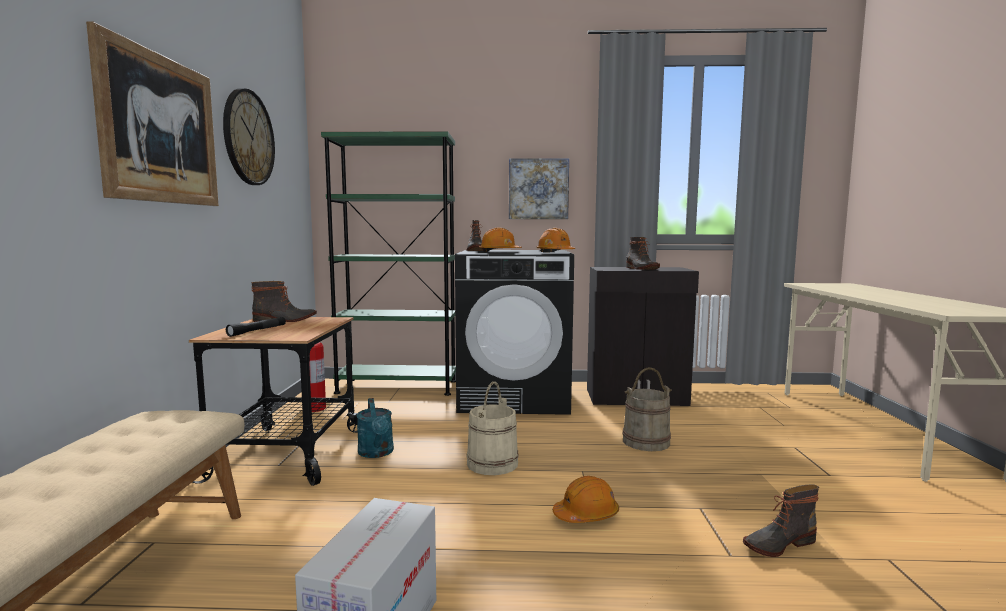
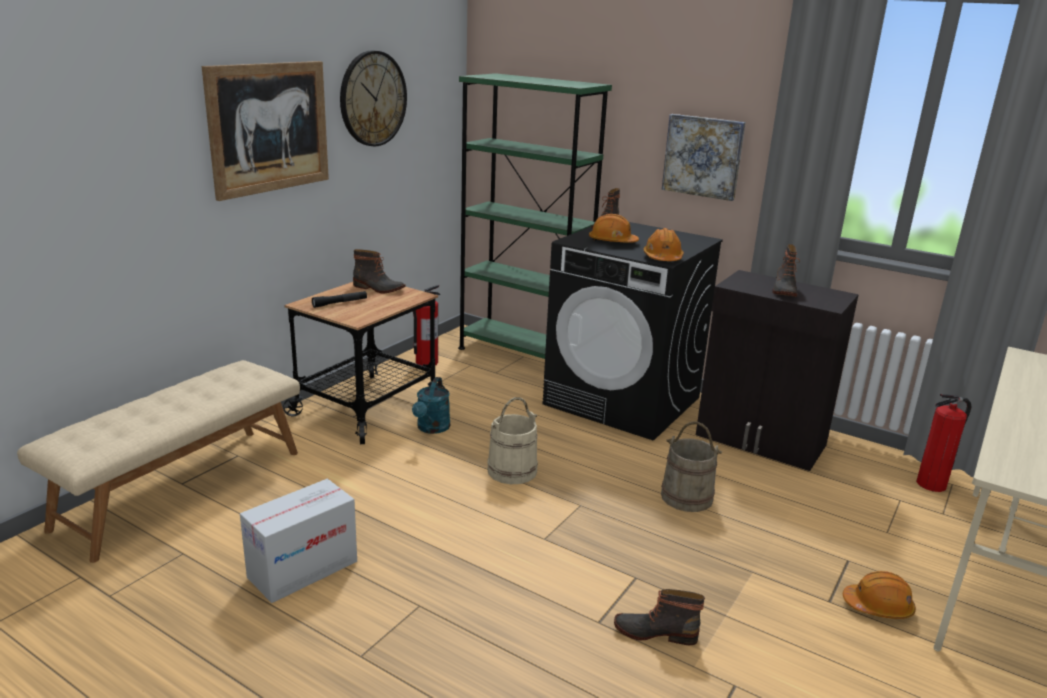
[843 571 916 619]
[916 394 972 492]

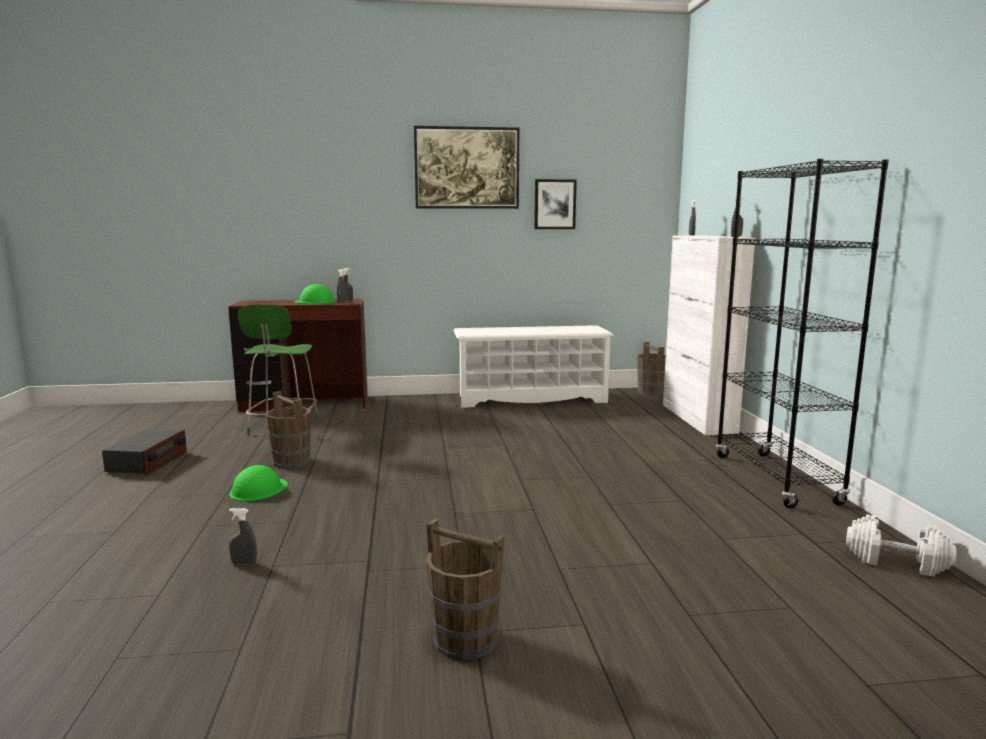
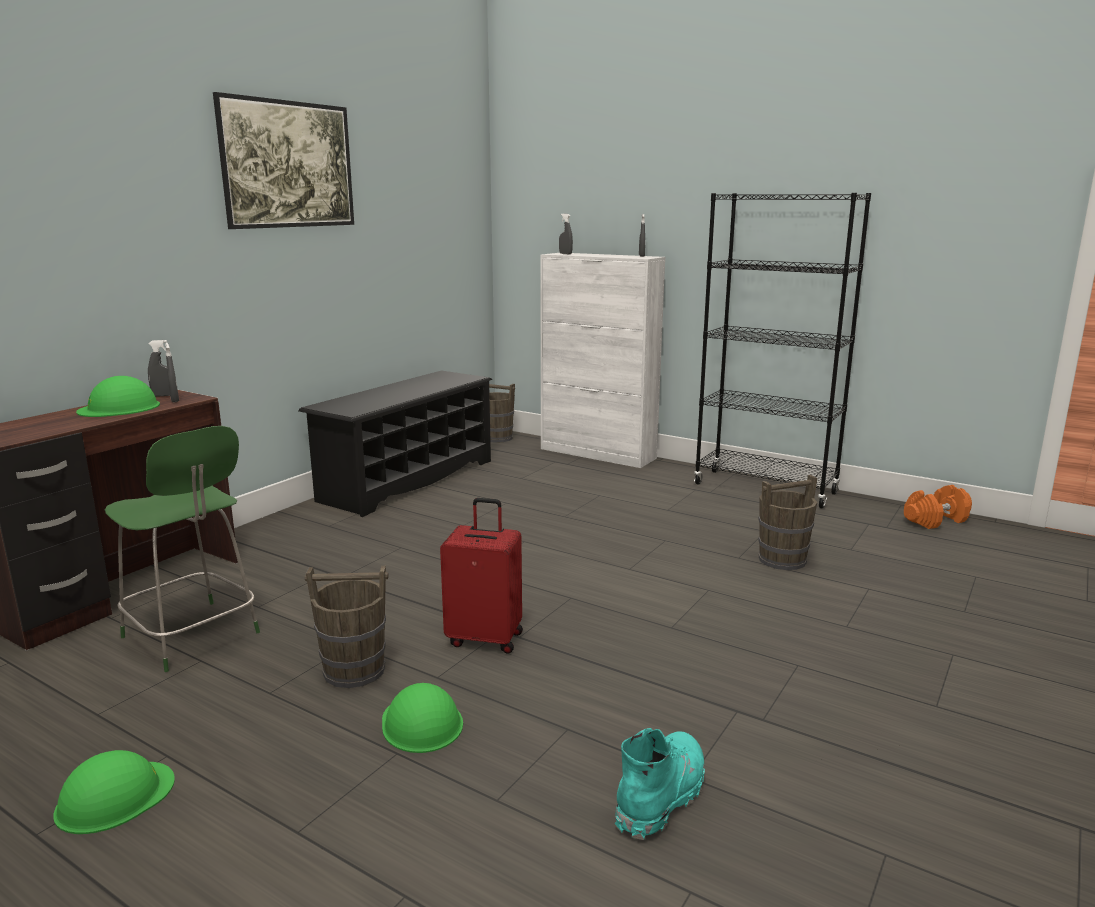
[534 179 577 229] (first image)
[299 371 492 517]
[53 750 175 834]
[614 728 705 840]
[904 485 972 529]
[759 475 817 570]
[440 498 523 654]

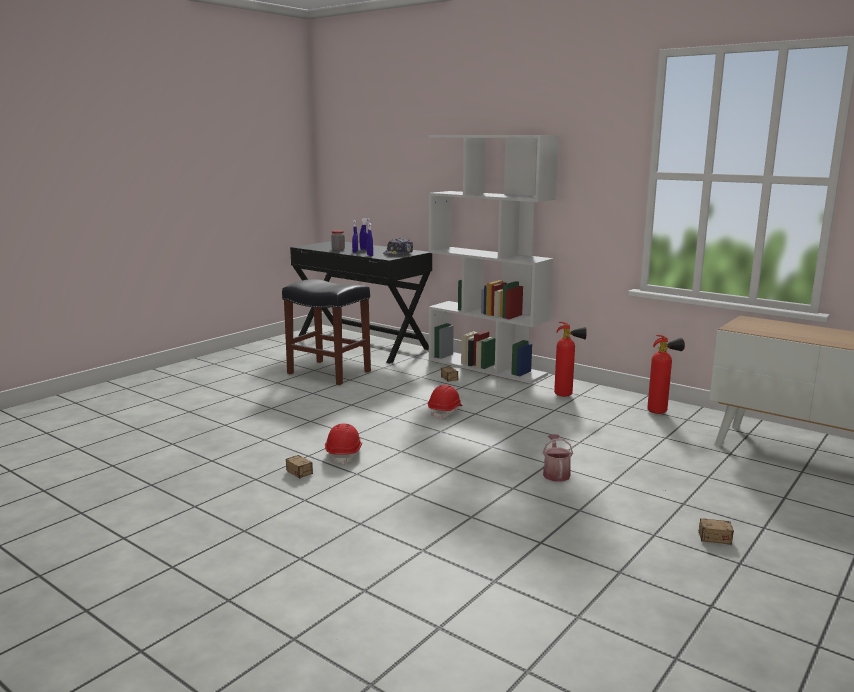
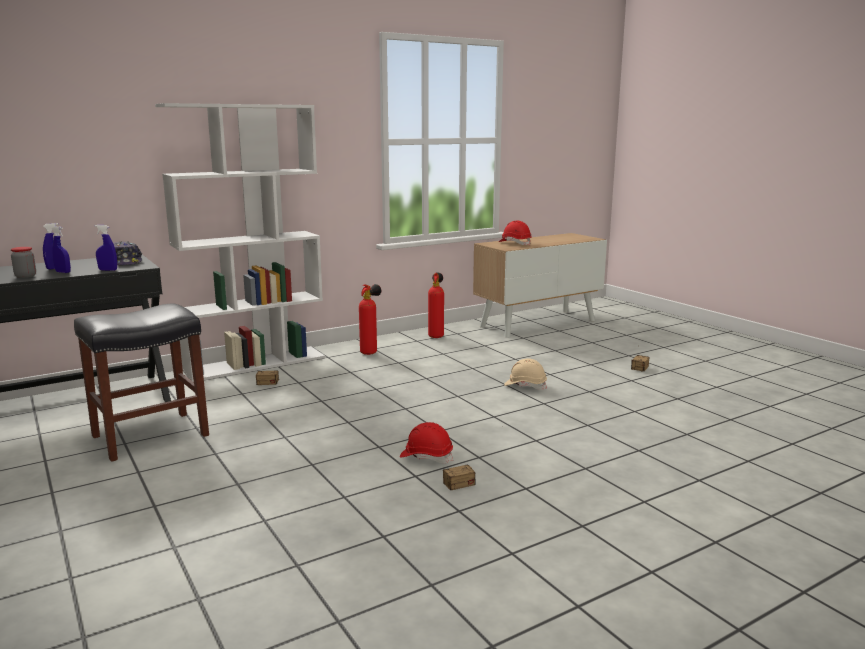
[499 221 532 245]
[504 358 547 390]

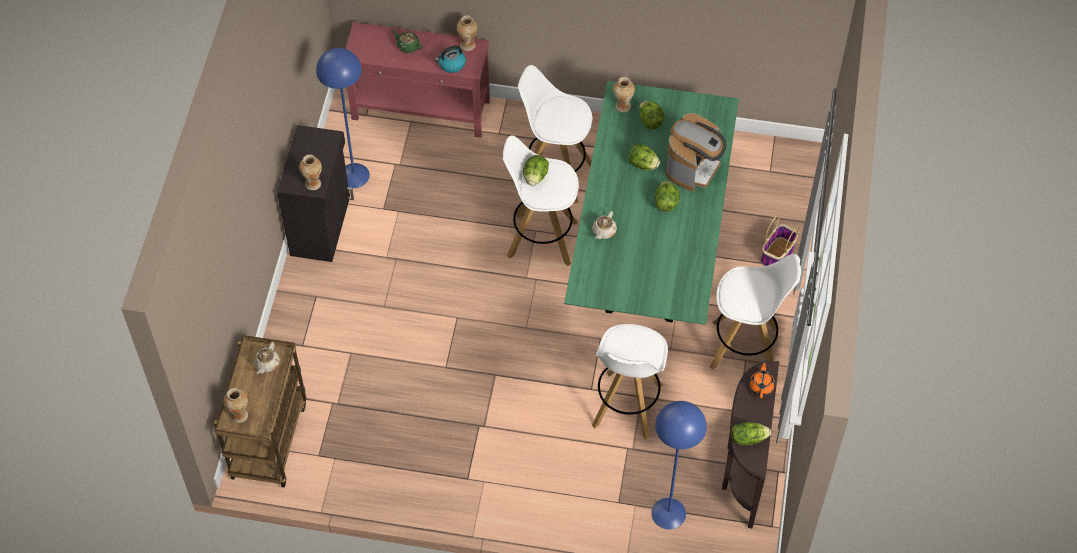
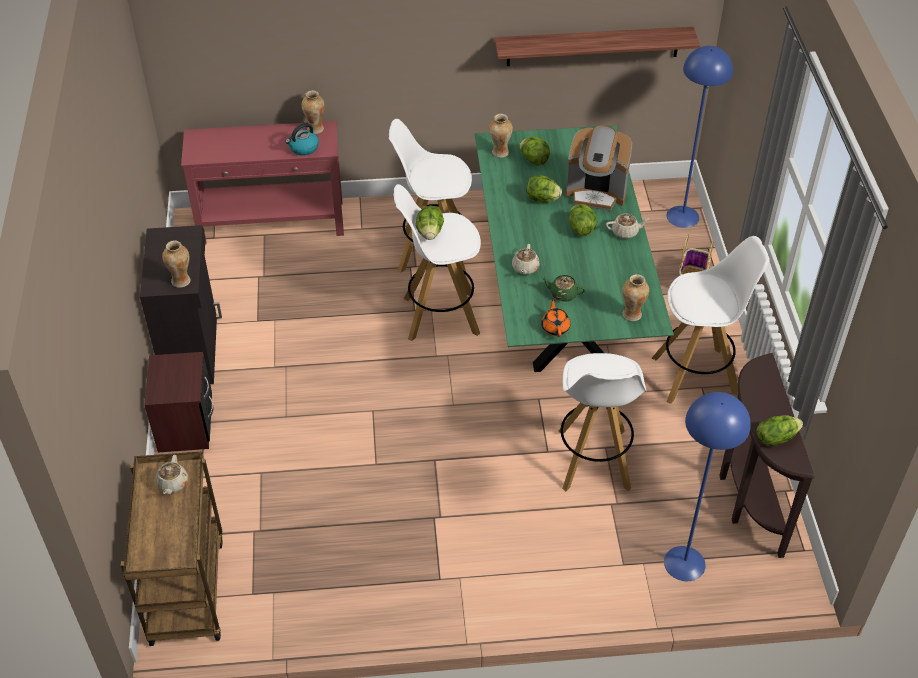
[541 275 586 302]
[666 46 733 228]
[566 125 632 211]
[541 298 570 337]
[622 274 649 321]
[494 27 700 66]
[606 214 649 239]
[144 352 213 452]

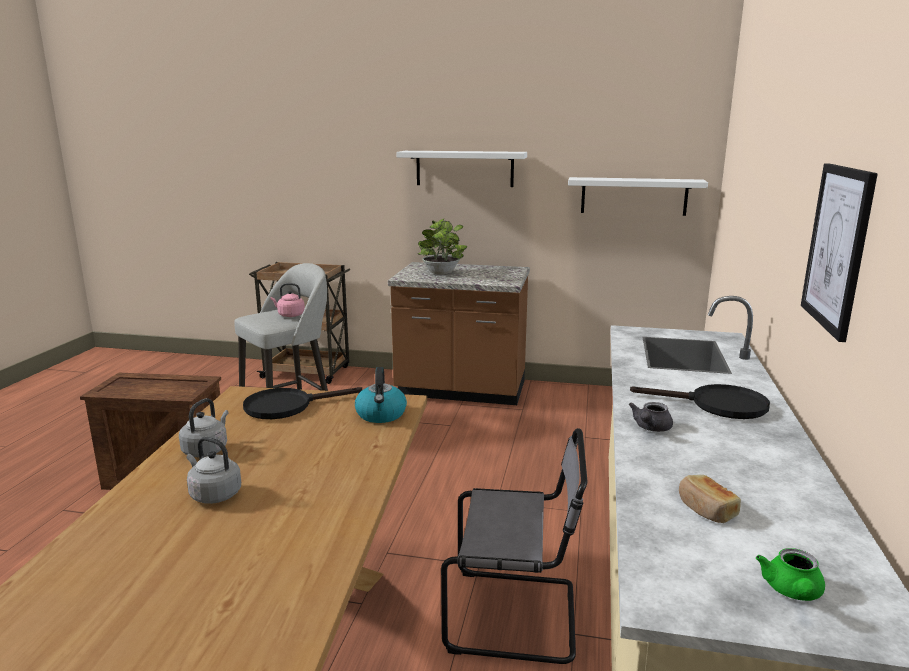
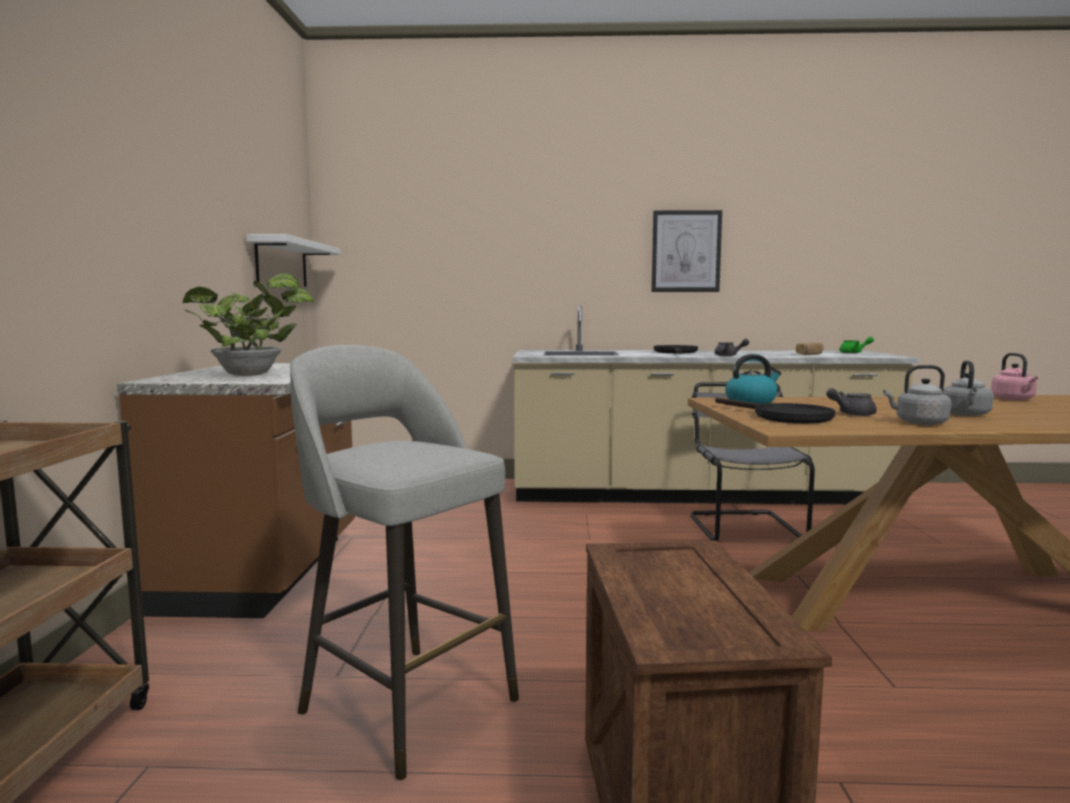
[396 151 527 187] (first image)
[991 353 1038 400]
[826 388 877 416]

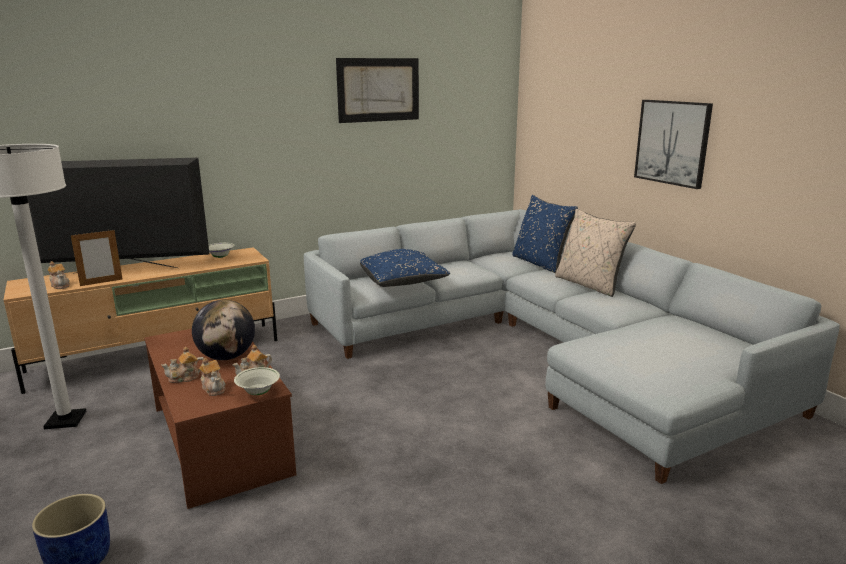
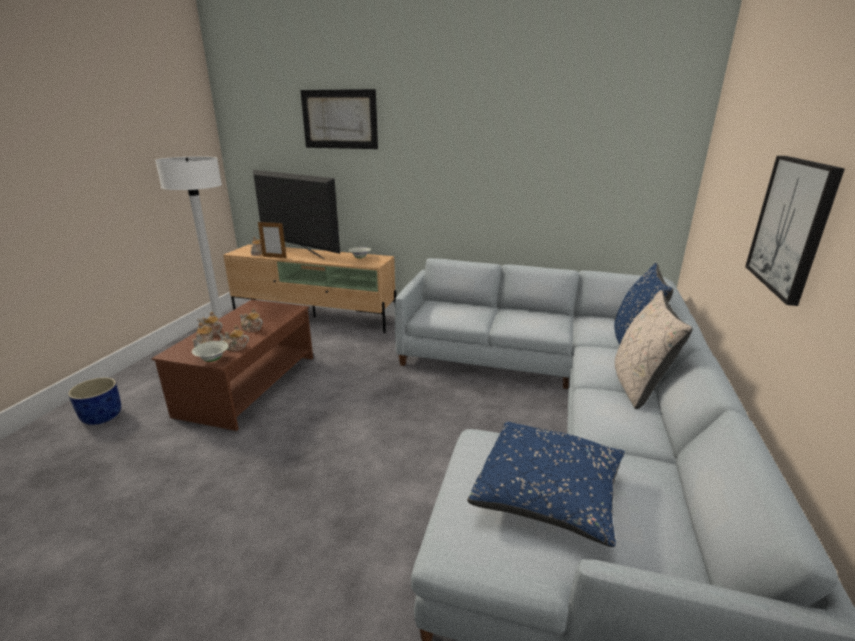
[300 89 378 149]
[467 422 625 547]
[239 308 263 332]

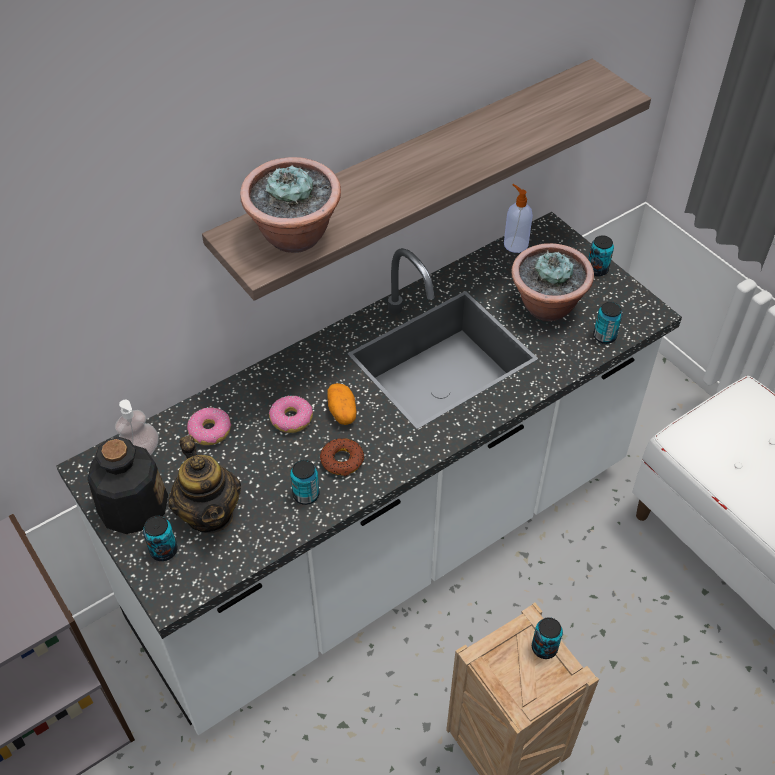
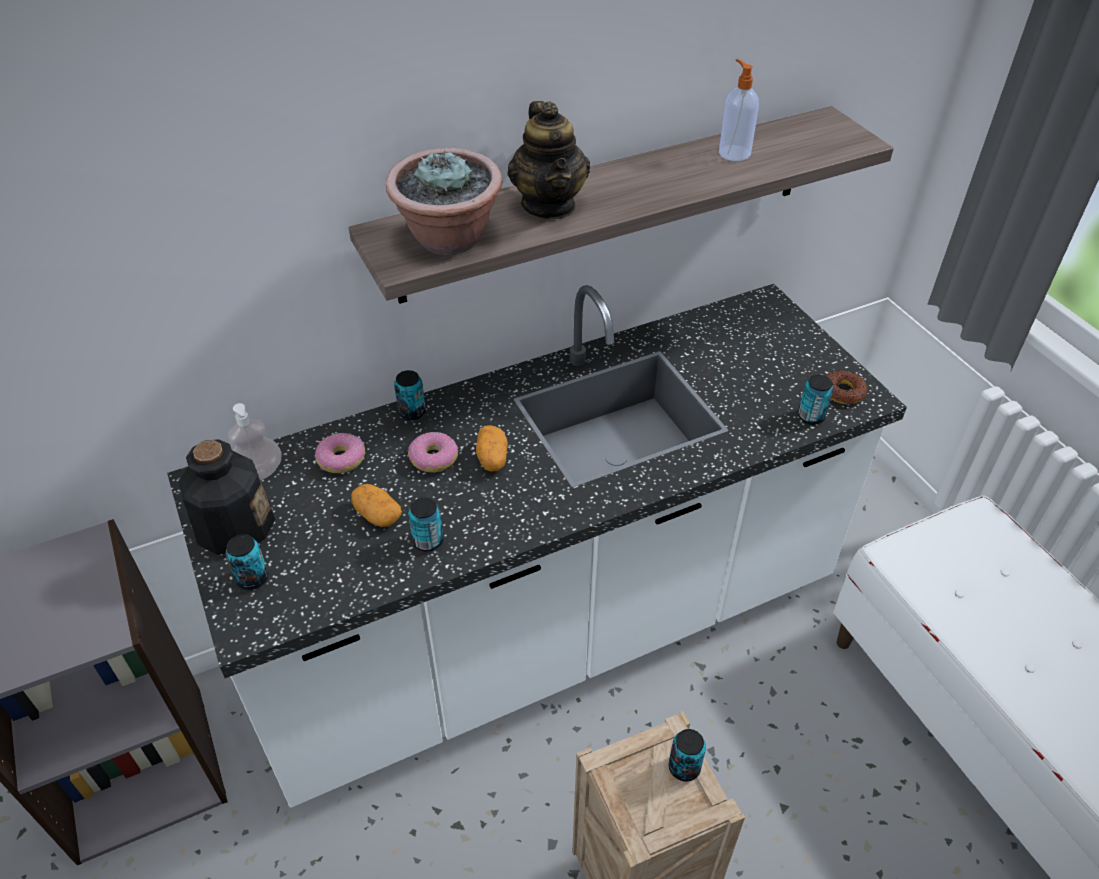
[719 59 759 161]
[394 370 426 420]
[511 243 594 321] (first image)
[507 101 590 219]
[826 370 868 405]
[351 484 401 527]

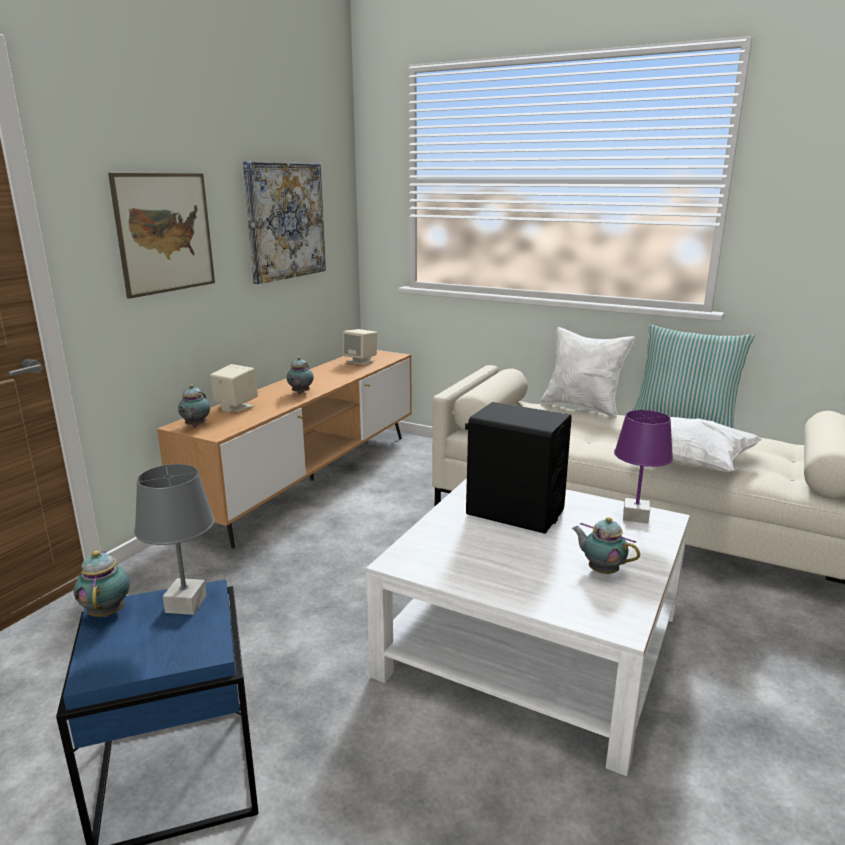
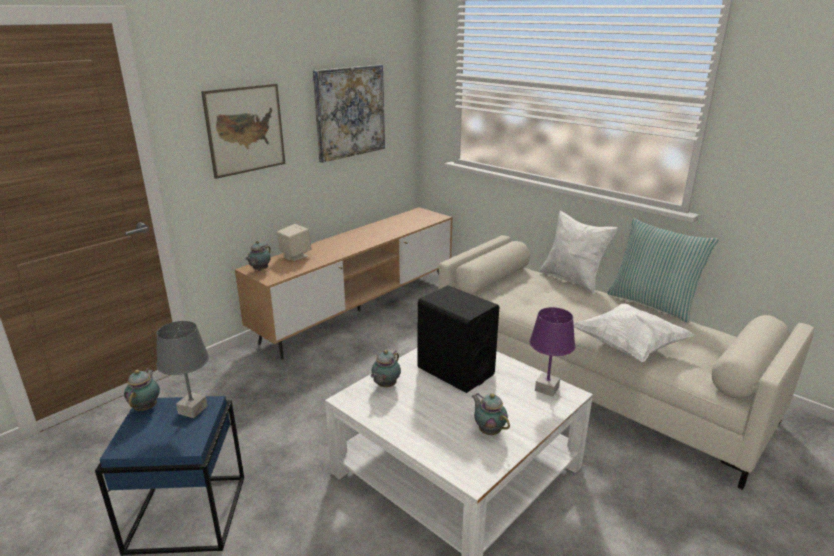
[343 329 377 365] (first image)
[370 350 401 387]

